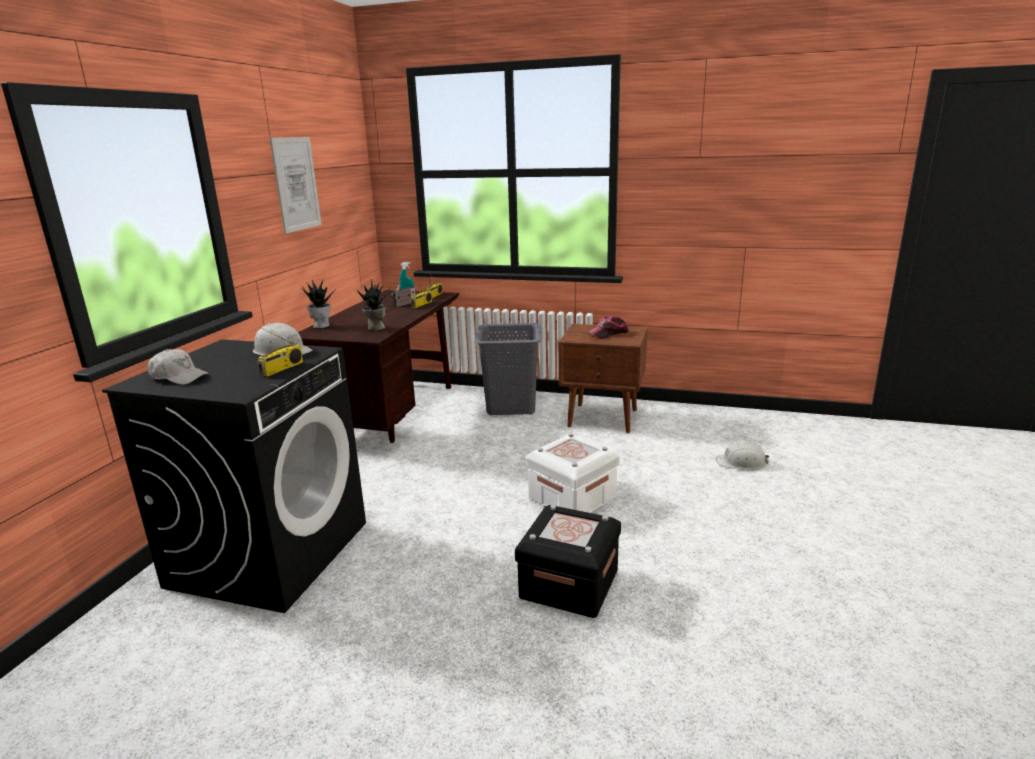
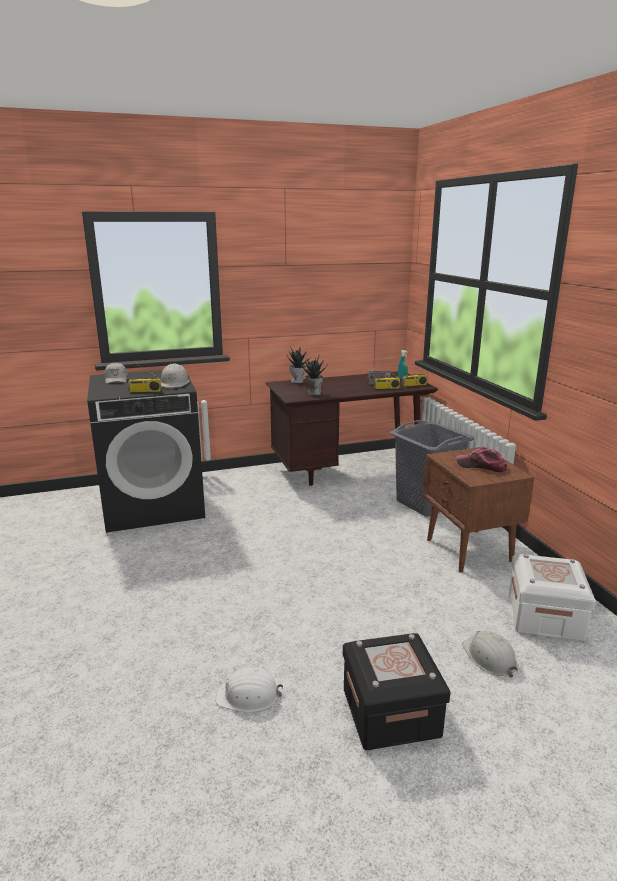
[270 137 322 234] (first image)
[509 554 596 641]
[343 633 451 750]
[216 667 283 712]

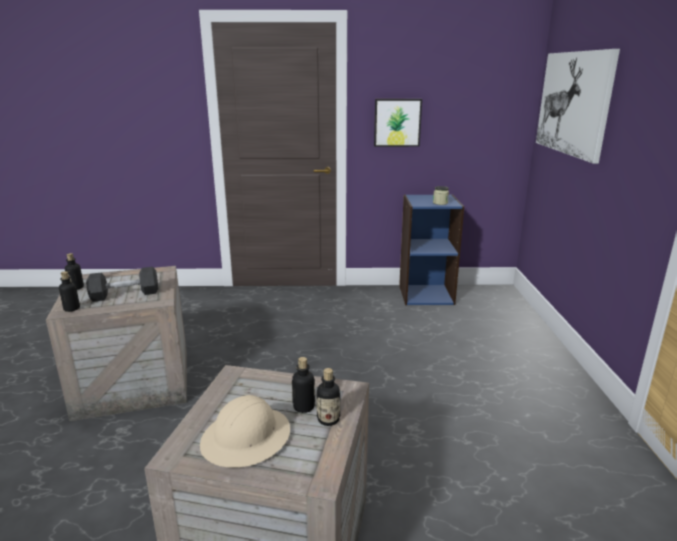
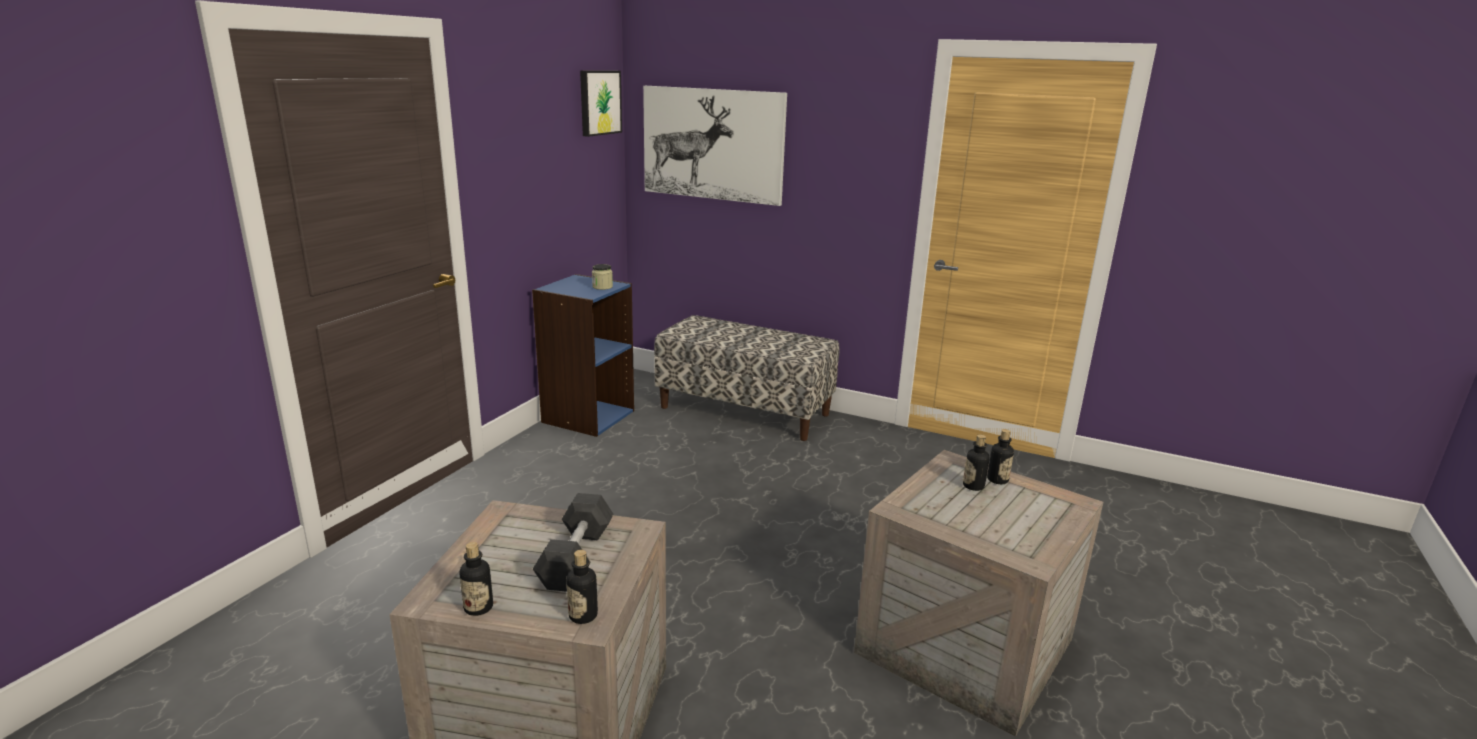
[580 71 622 137]
[200 395 290 468] (first image)
[654 315 840 441]

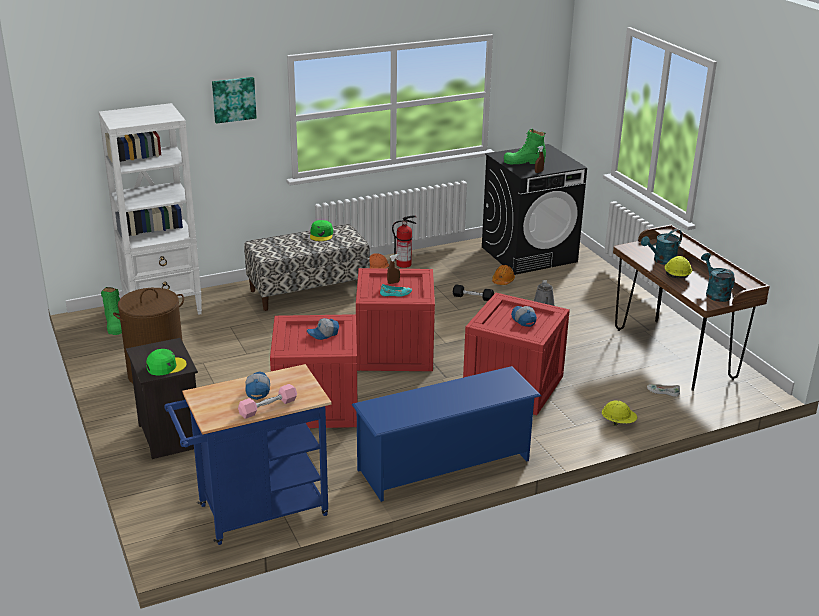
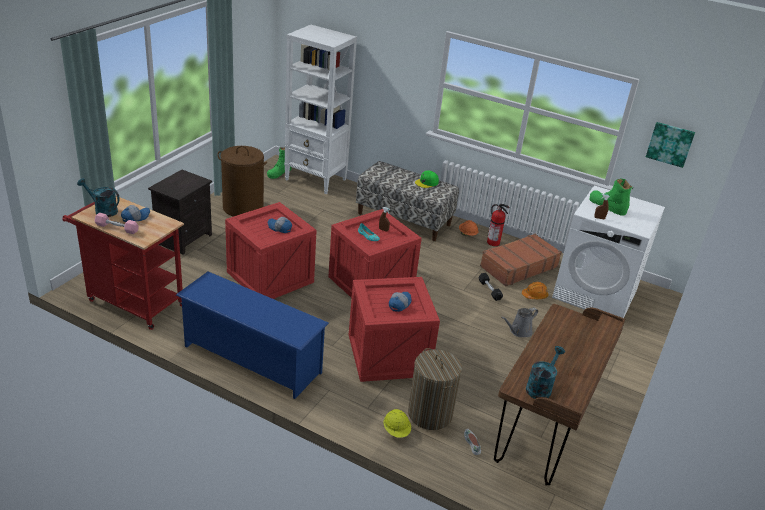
[646 122 695 168]
[552 185 665 318]
[77 178 120 217]
[664 256 692 278] (first image)
[146 349 187 376] (first image)
[62 195 184 330]
[480 234 562 286]
[408 348 462 430]

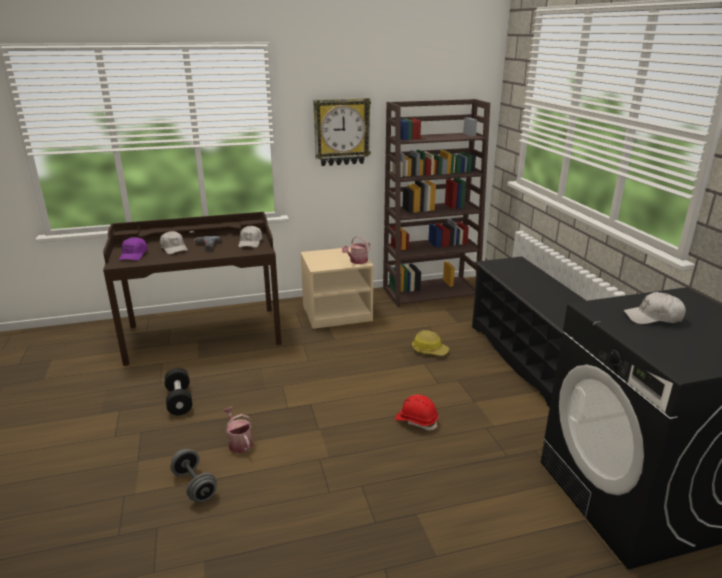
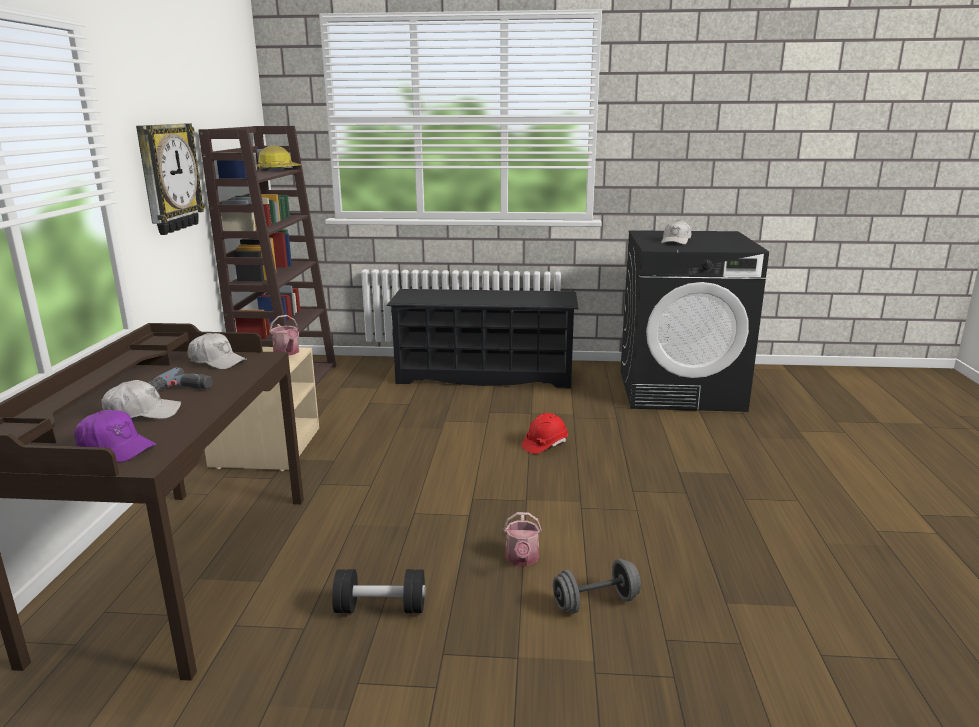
[257 146 302 171]
[503 512 542 566]

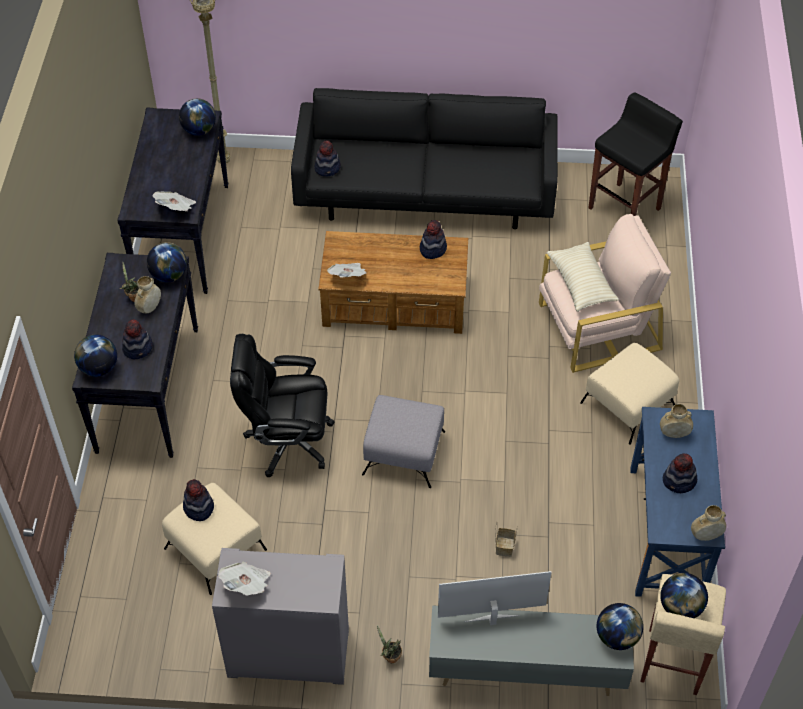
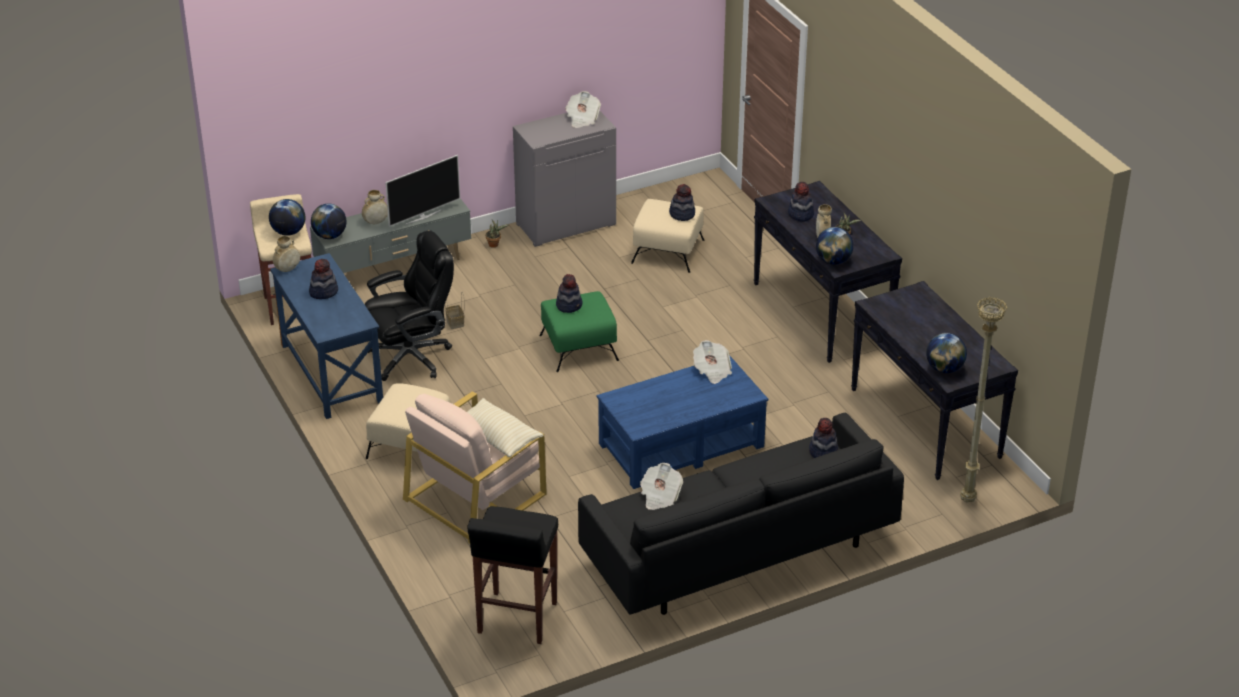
[640 463 683 510]
[556 274 582 313]
[597 355 768 489]
[365 231 454 381]
[74 335 117 377] (first image)
[539 291 619 372]
[362 190 388 224]

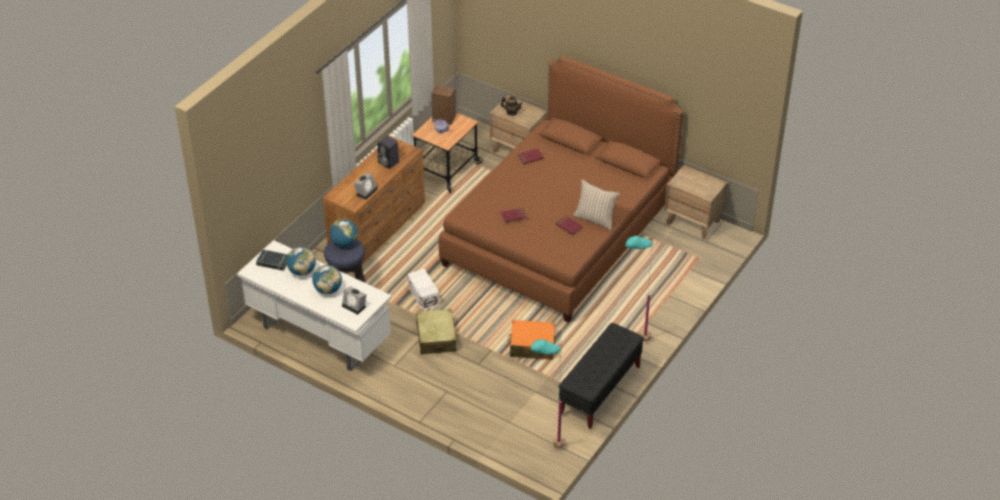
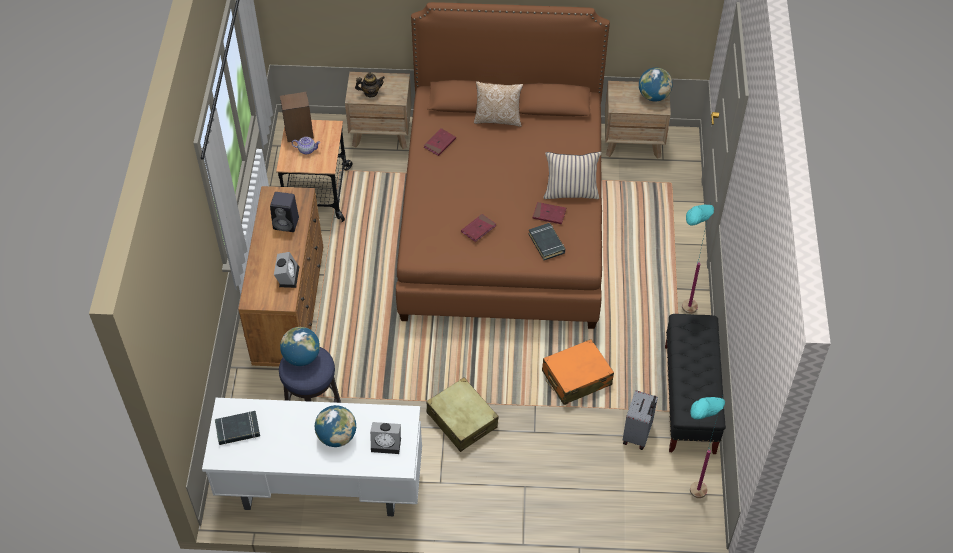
[639 68 673 101]
[407 269 440 310] (first image)
[474 81 523 127]
[528 223 565 260]
[623 390 658 450]

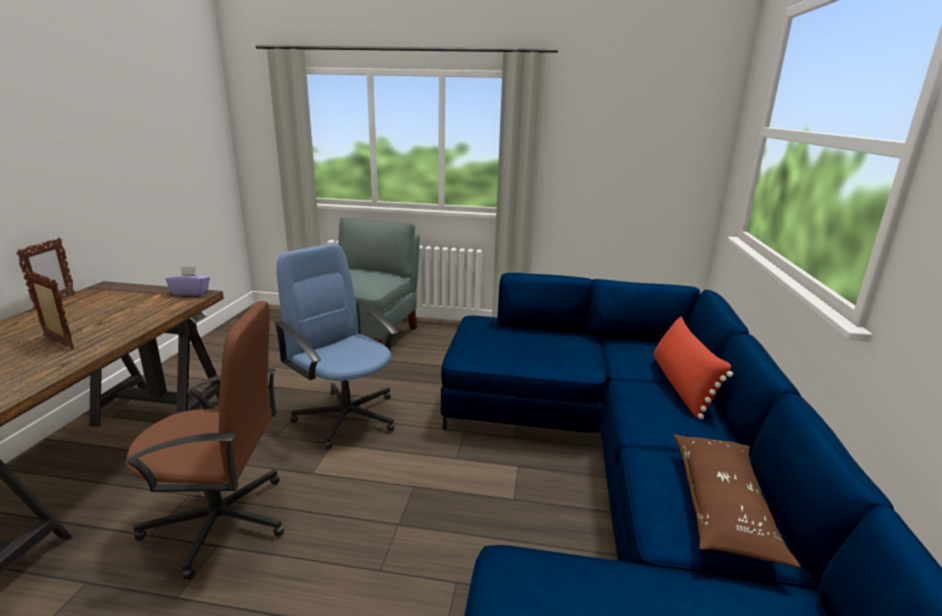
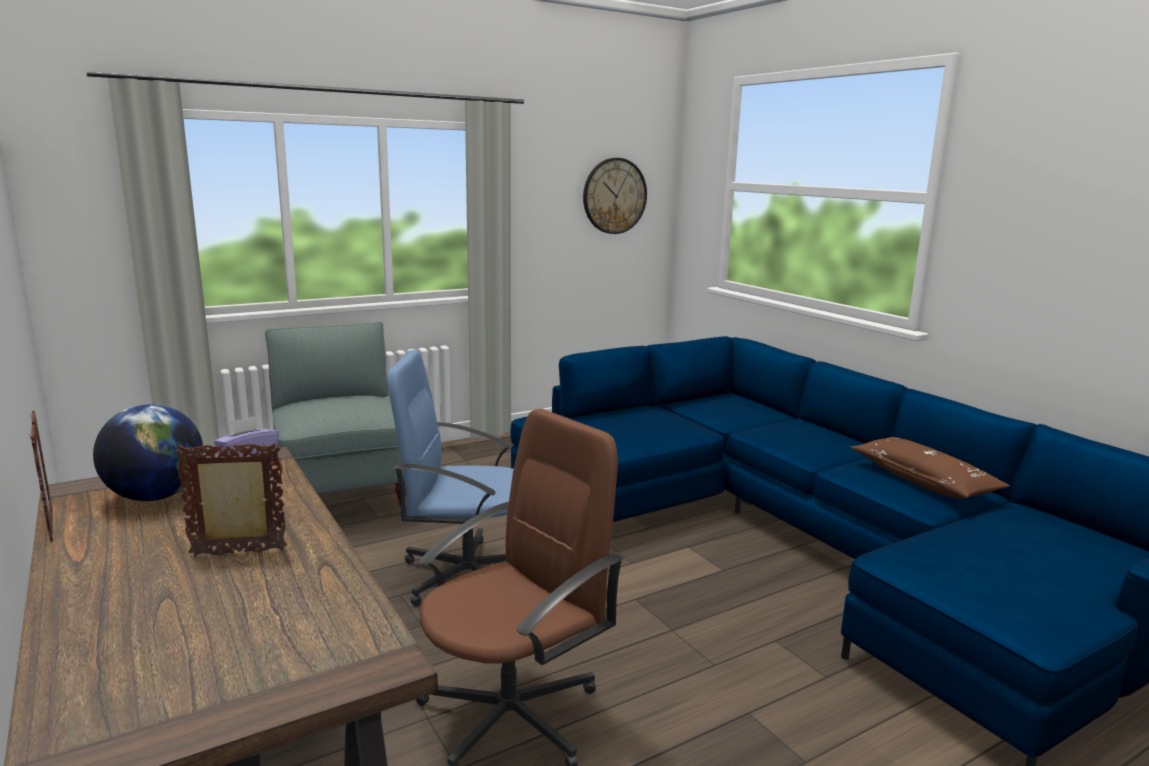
[654 316 733 419] (first image)
[583 158 647 234]
[93 404 203 501]

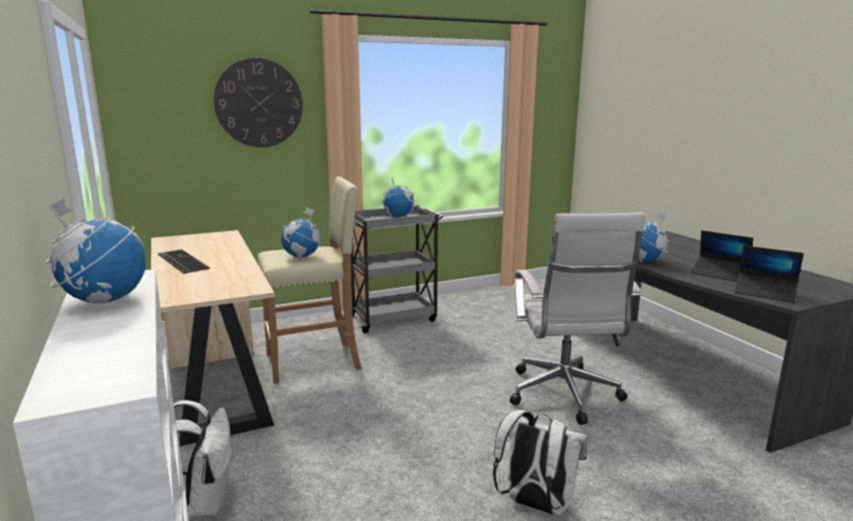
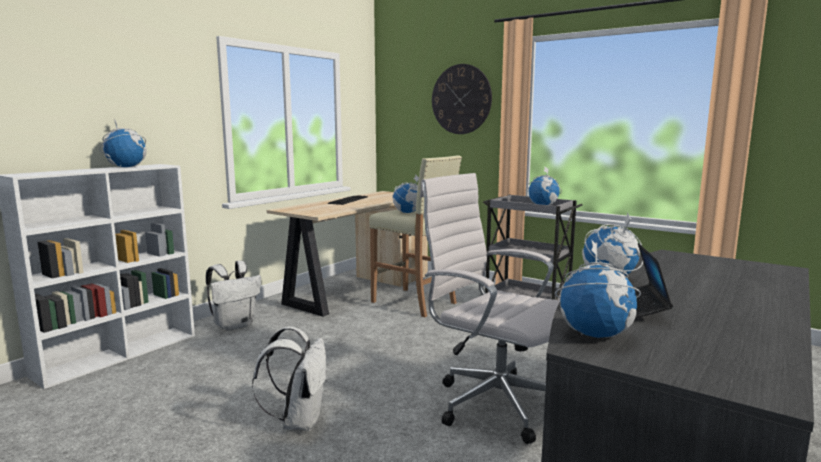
[420 173 560 444]
[555 240 641 338]

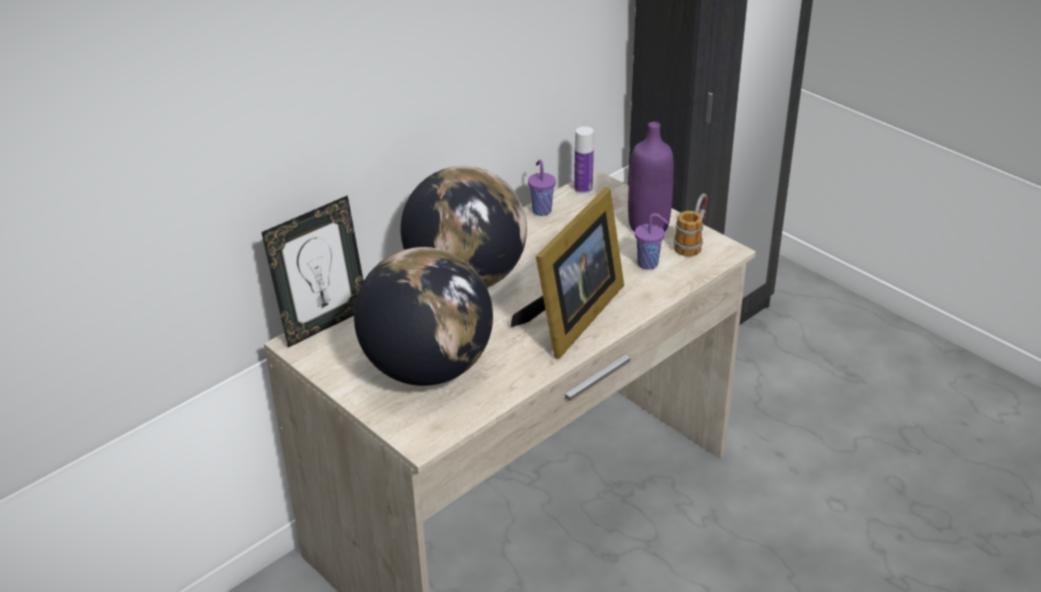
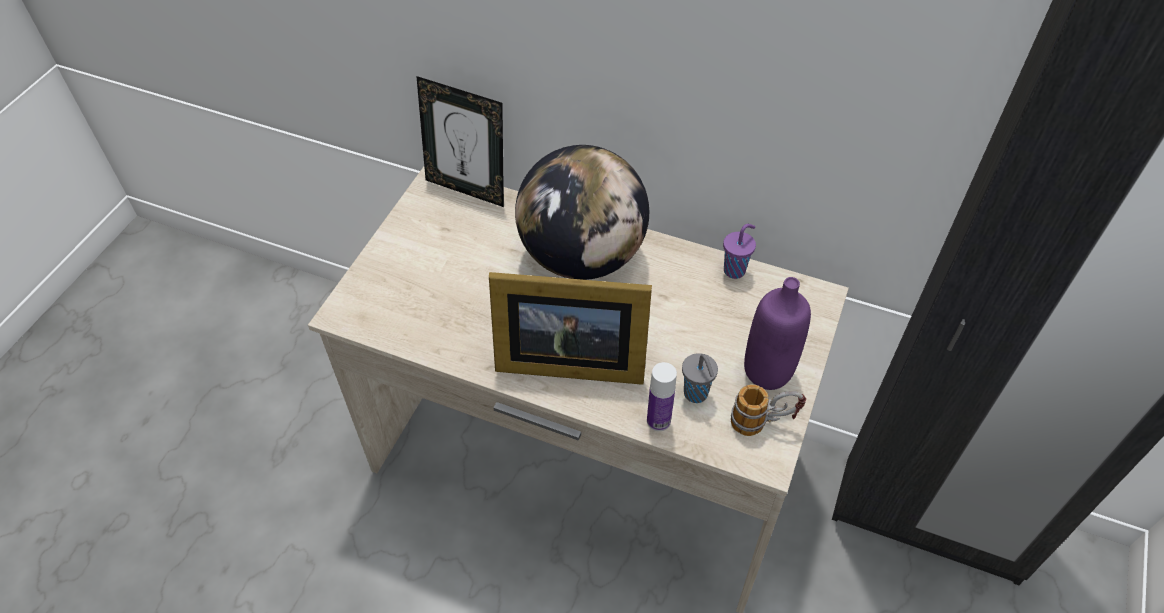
[647 362 677 431]
[682 353 718 403]
[354 247 493 386] (first image)

